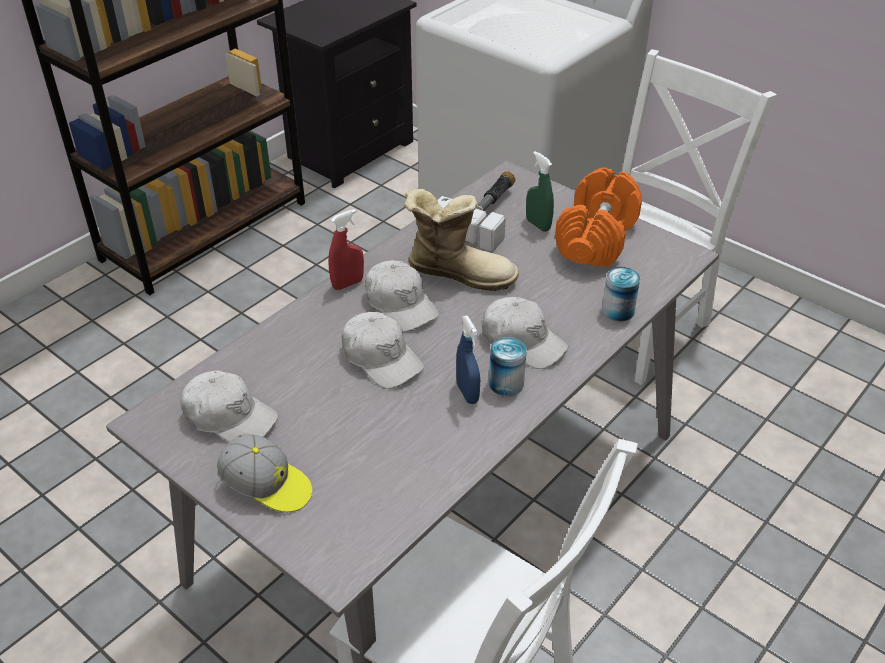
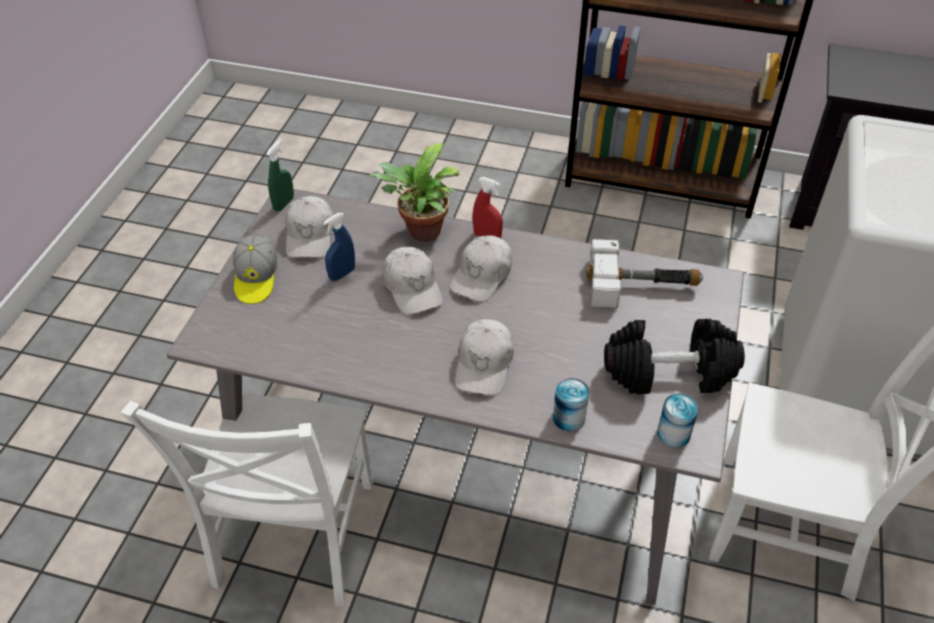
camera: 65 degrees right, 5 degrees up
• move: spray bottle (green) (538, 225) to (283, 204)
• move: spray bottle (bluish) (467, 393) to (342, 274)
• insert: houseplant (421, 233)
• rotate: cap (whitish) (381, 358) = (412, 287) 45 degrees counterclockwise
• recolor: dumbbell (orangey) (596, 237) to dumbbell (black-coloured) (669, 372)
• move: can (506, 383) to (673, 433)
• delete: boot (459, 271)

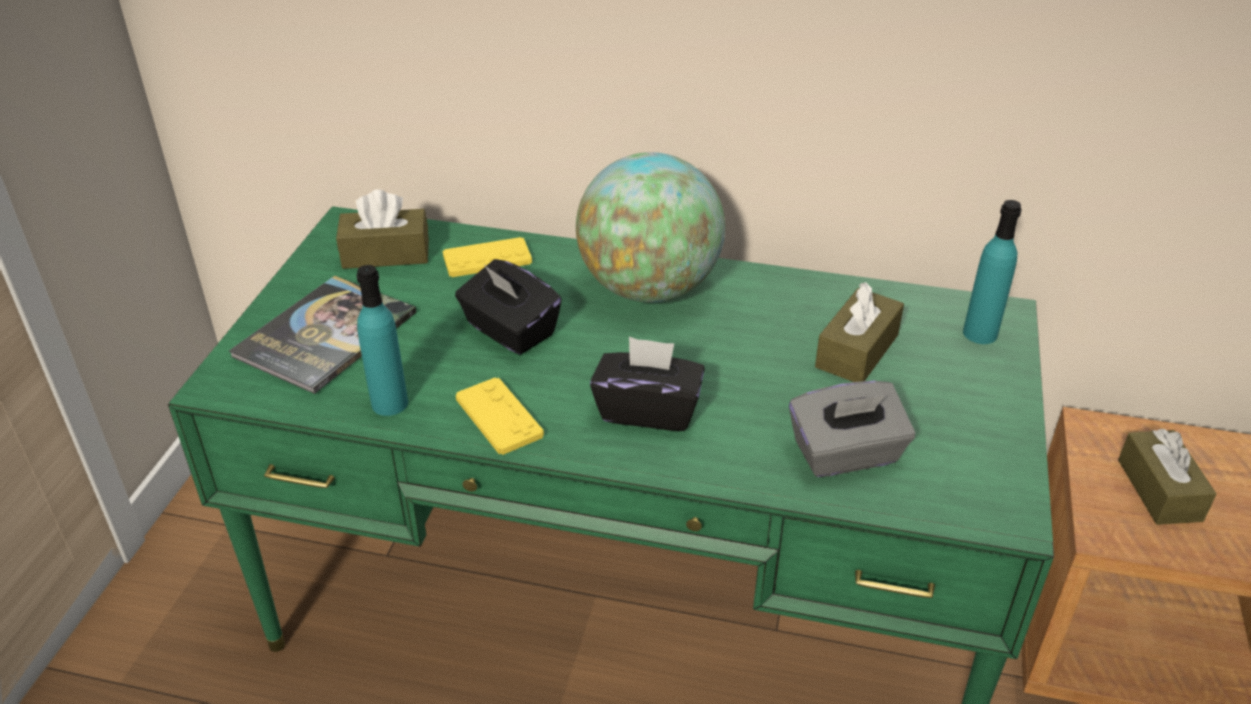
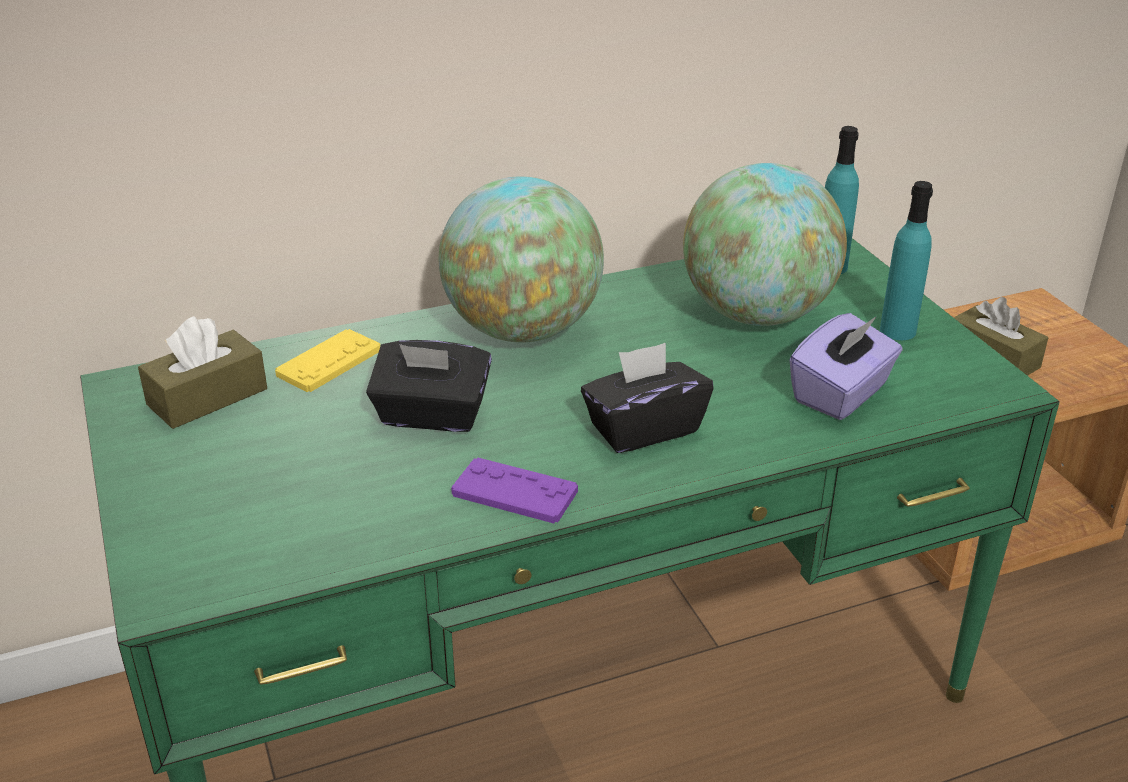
camera: 35 degrees left, 5 degrees down
• recolor: game controller (yellowish) (499, 417) to game controller (purple) (514, 492)
• replace: tissue holder (brown) (857, 351) to globe (757, 314)
• recolor: tissue holder (gray) (846, 454) to tissue holder (purple) (841, 394)
• move: beverage bottle (turquoise) (389, 403) to (897, 331)
• delete: volume (326, 335)

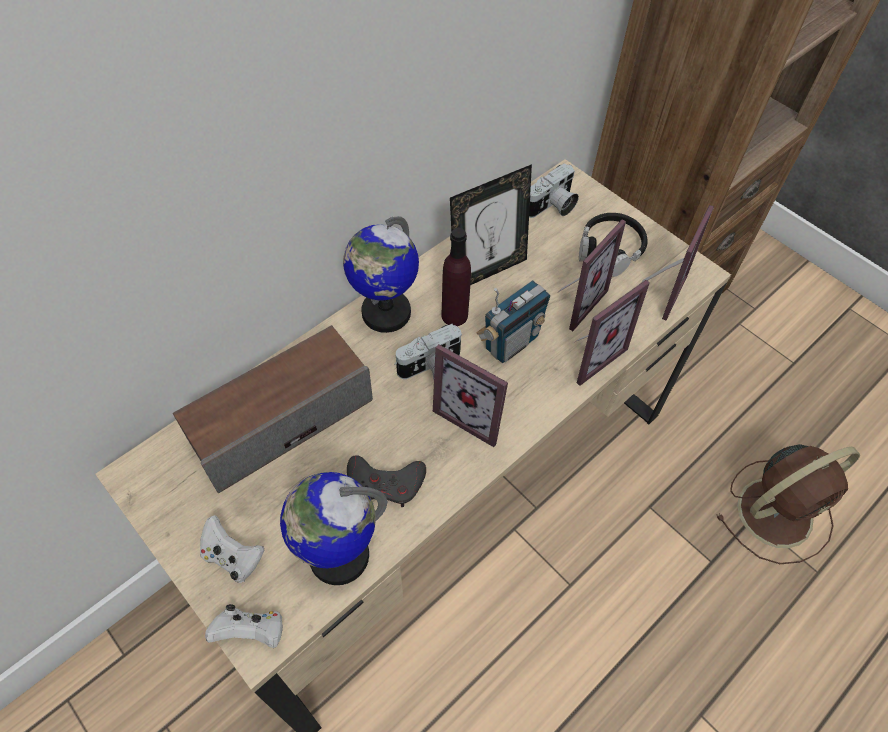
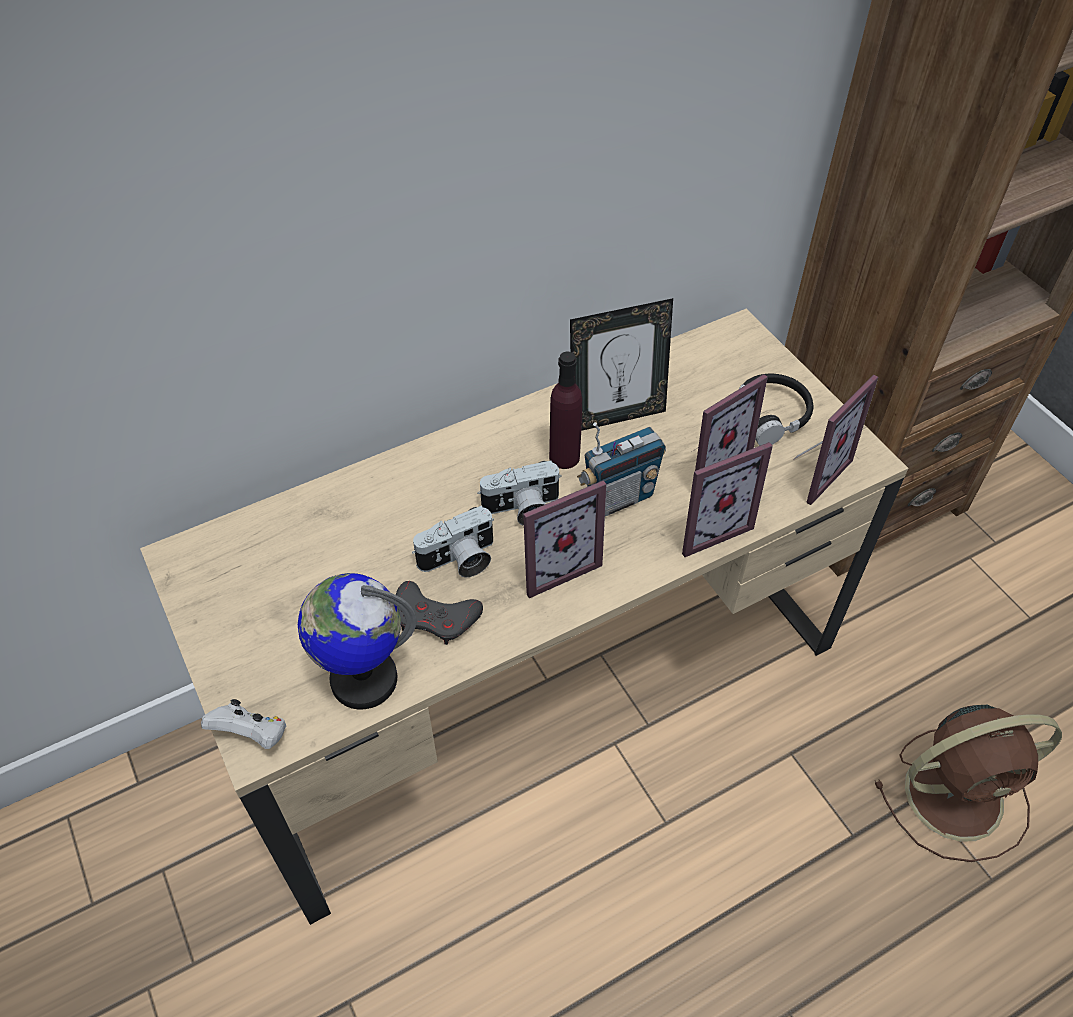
camera: 15 degrees right, 5 degrees down
• move: still camera (552, 207) to (460, 560)
• rotate: standing frame (474, 413) = (554, 564) 75 degrees counterclockwise
• delete: loudspeaker (281, 421)
• delete: game controller (whitish) (233, 557)
• delete: globe (385, 312)

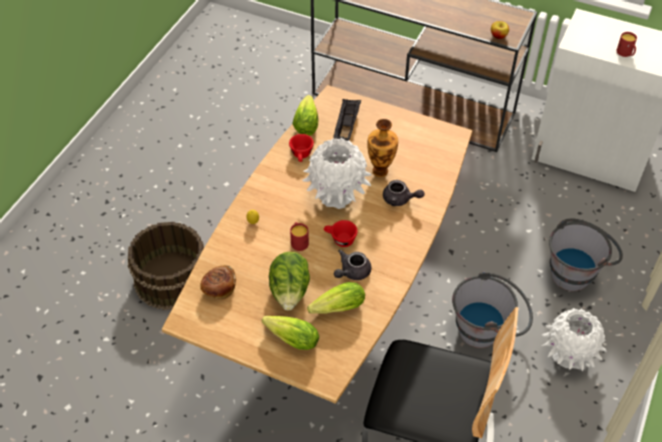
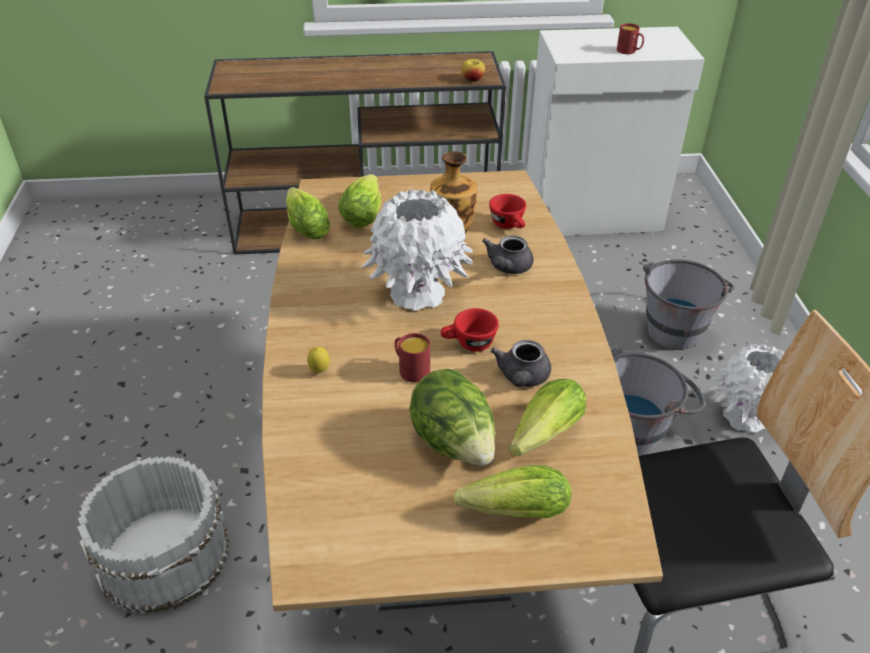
camera: 30 degrees left, 10 degrees down
• recolor: water bucket (brown) (172, 278) to water bucket (whitish) (163, 554)
• replace: carrying tray (black-coloured) (346, 126) to lettuce (364, 213)
• rotate: teapot (gray) (400, 199) = (507, 268) 120 degrees clockwise
• move: small cup (red-coloured) (301, 156) to (509, 225)
• delete: bread (219, 288)

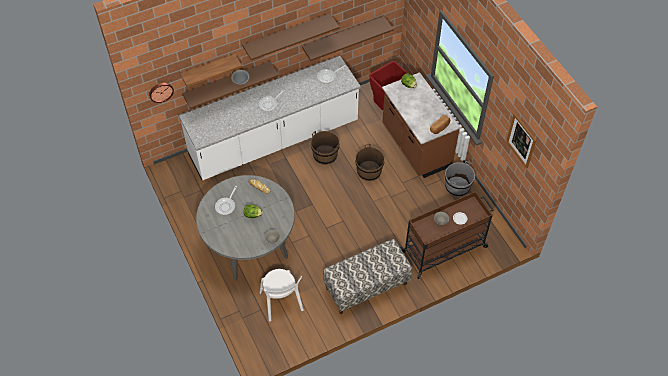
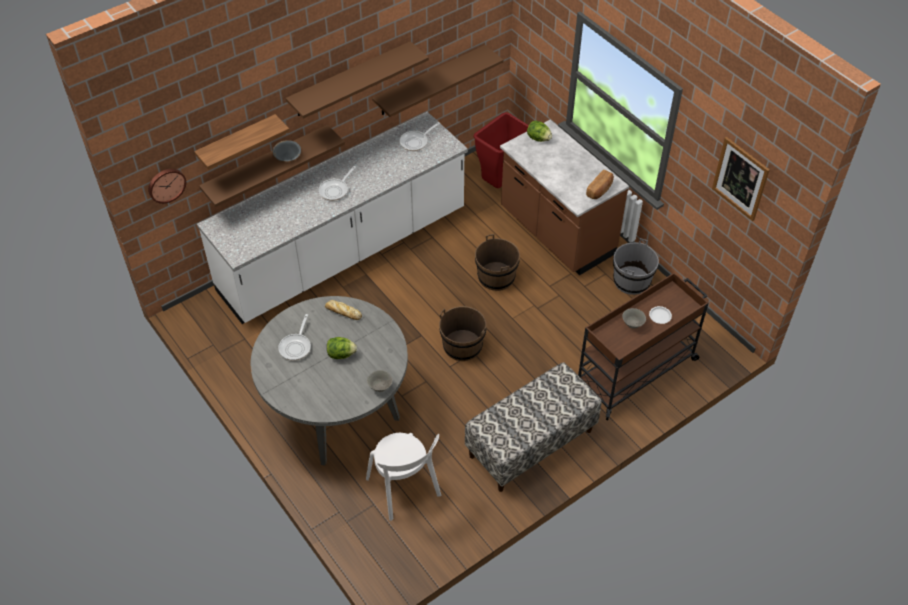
camera: 10 degrees left, 5 degrees down
• move: water bucket (brown) (325, 155) to (462, 346)

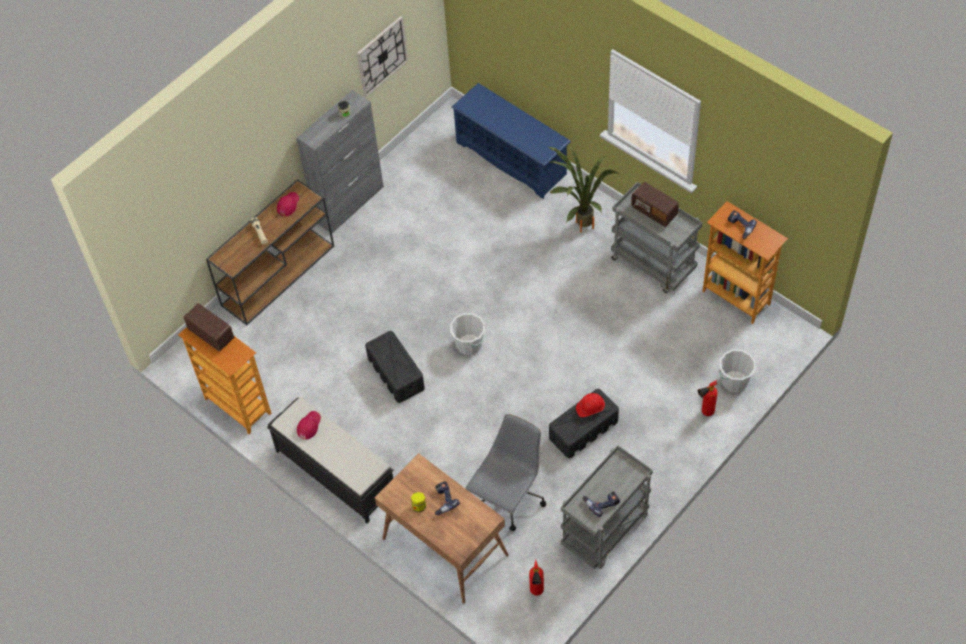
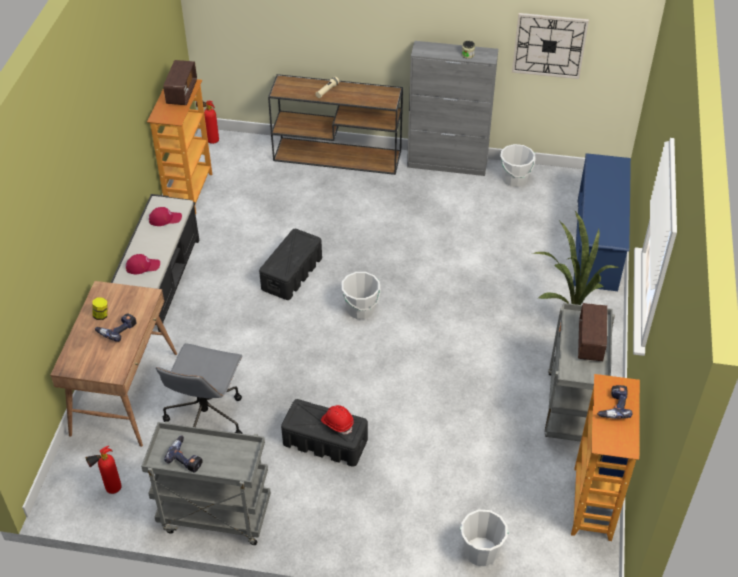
camera: 55 degrees right, 10 degrees down
• move: cap (red-coloured) (288, 205) to (143, 266)
• rotate: computer chair (gray) (508, 499) = (206, 418) 105 degrees clockwise
• move: extinguisher (705, 413) to (210, 140)
• insert: water bucket (whitish) (514, 179)

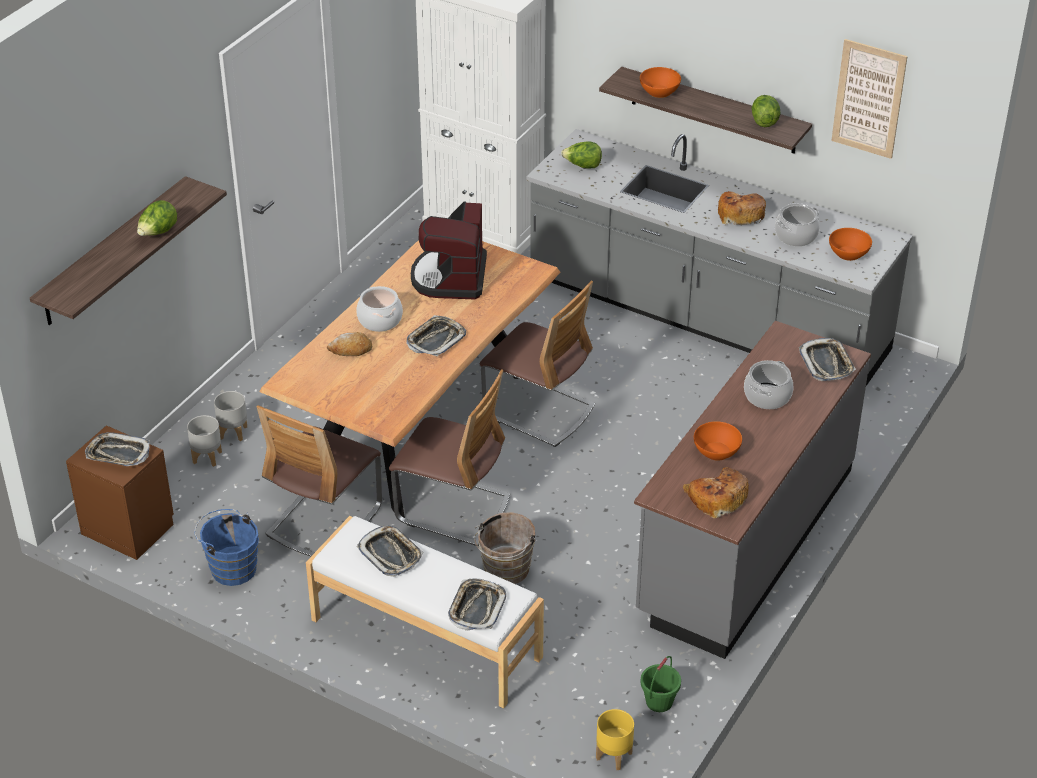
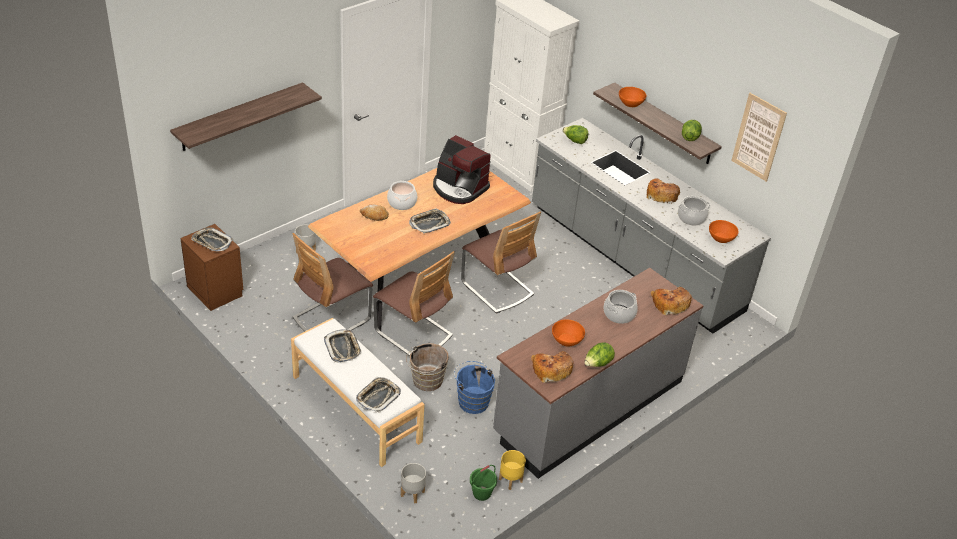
camera: 15 degrees right, 0 degrees up
• move: flower pot (gray) (207, 457) to (412, 494)
• rotate: coffee brewer (450, 277) = (459, 188) 75 degrees counterclockwise
• move: water bucket (bluish) (231, 567) to (472, 401)
• move: flower pot (yellowish) (614, 755) to (511, 480)
• move: lettuce (158, 233) to (597, 364)
• replace: carrying tray (826, 363) to bread (669, 304)

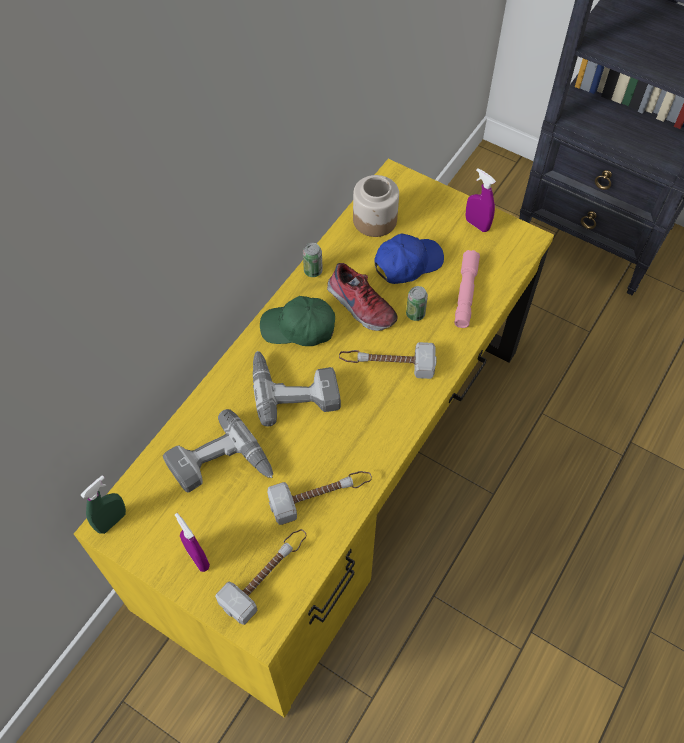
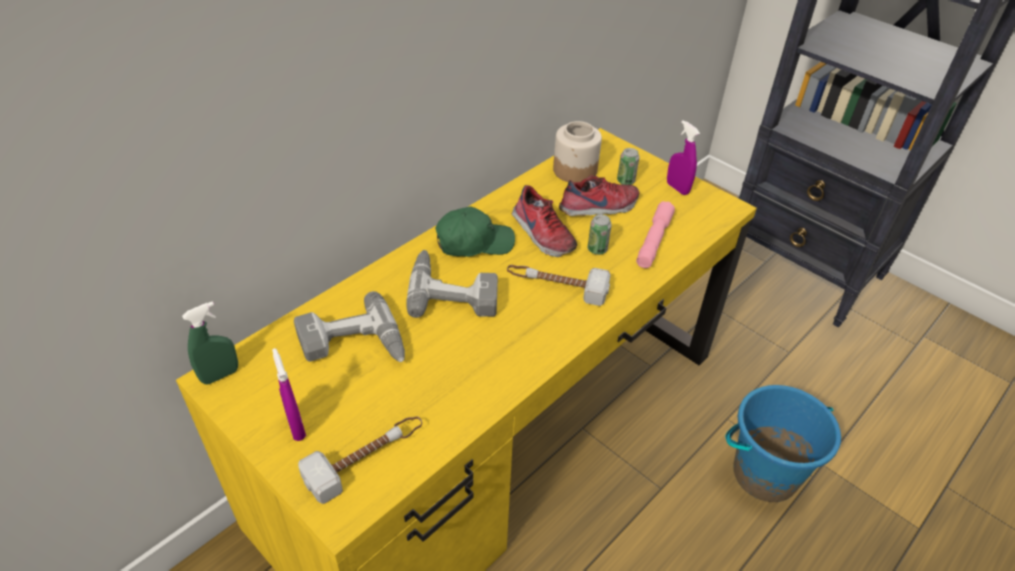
camera: 10 degrees right, 15 degrees down
• rotate: cap (green) (299, 328) = (474, 242) 150 degrees clockwise
• replace: cap (bluish) (407, 263) to low shoe (599, 208)
• move: can (313, 271) to (625, 181)
• insert: water bucket (bluish) (764, 474)
• delete: hand hammer (321, 494)

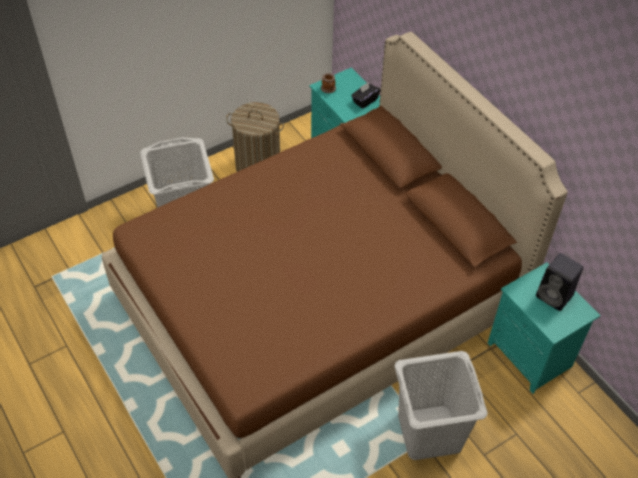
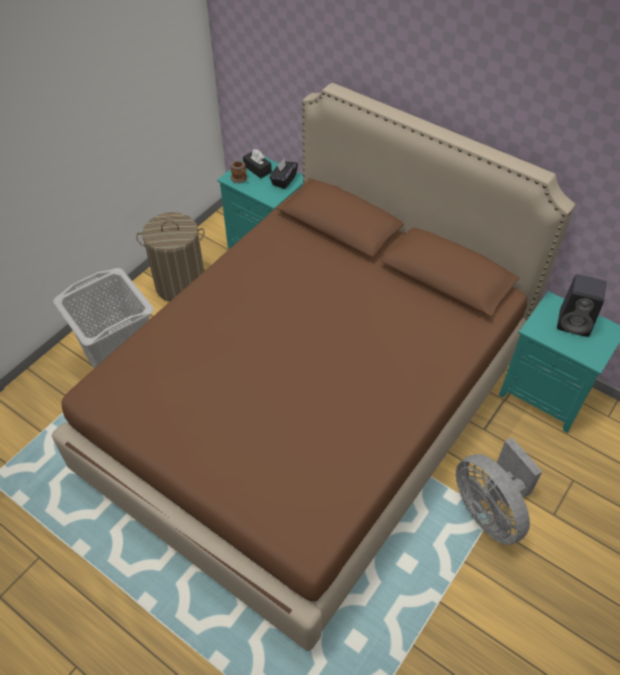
camera: 20 degrees left, 0 degrees up
• insert: tissue holder (black-coloured) (257, 169)
• replace: hamper (gray) (430, 433) to fan (gray) (489, 511)

